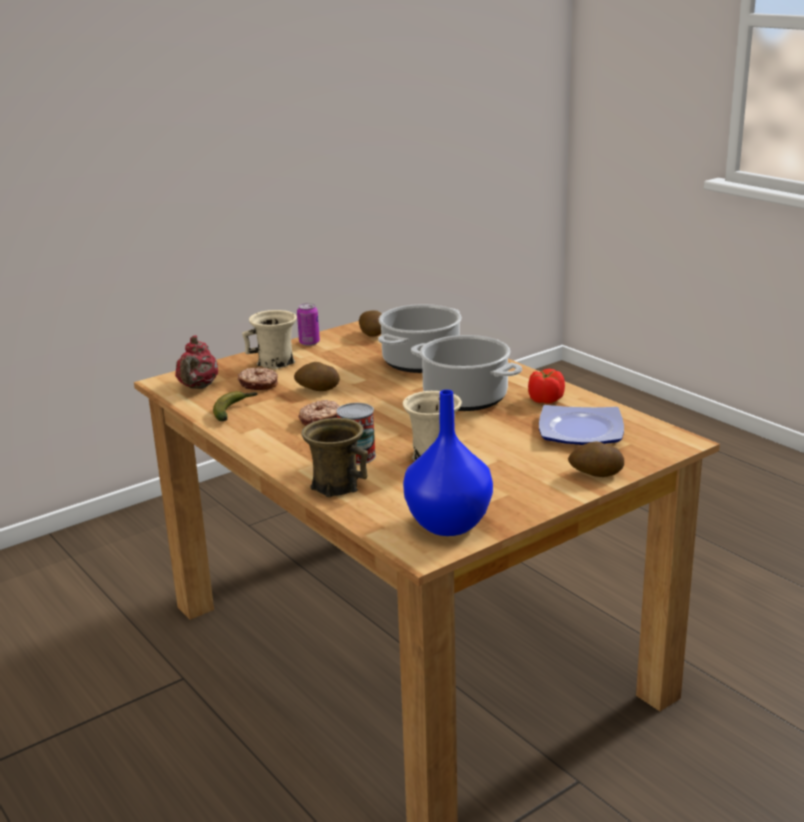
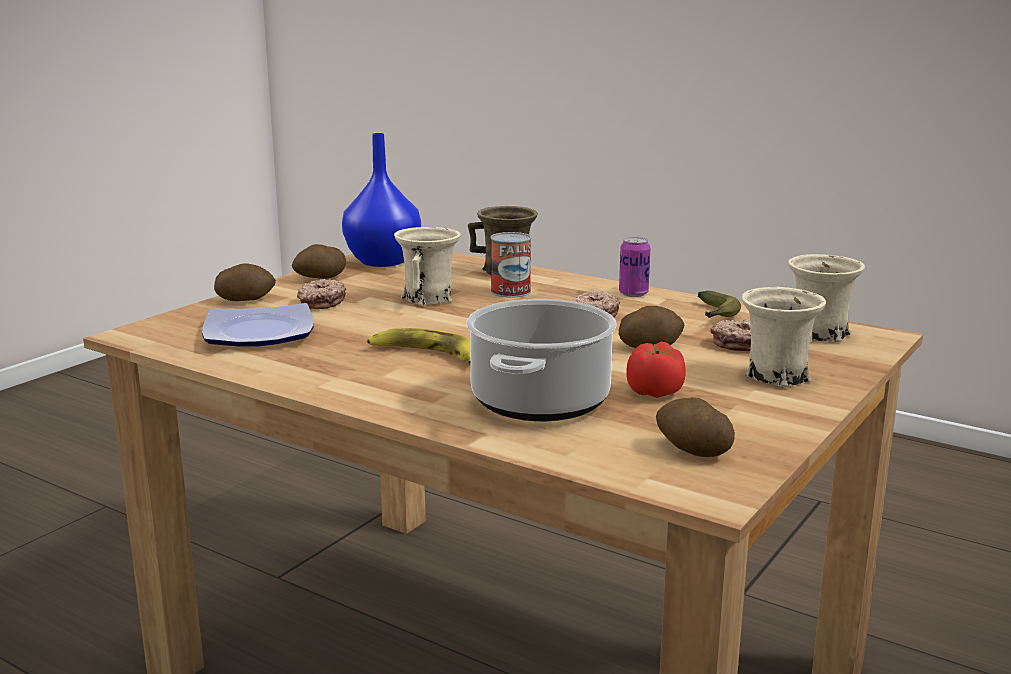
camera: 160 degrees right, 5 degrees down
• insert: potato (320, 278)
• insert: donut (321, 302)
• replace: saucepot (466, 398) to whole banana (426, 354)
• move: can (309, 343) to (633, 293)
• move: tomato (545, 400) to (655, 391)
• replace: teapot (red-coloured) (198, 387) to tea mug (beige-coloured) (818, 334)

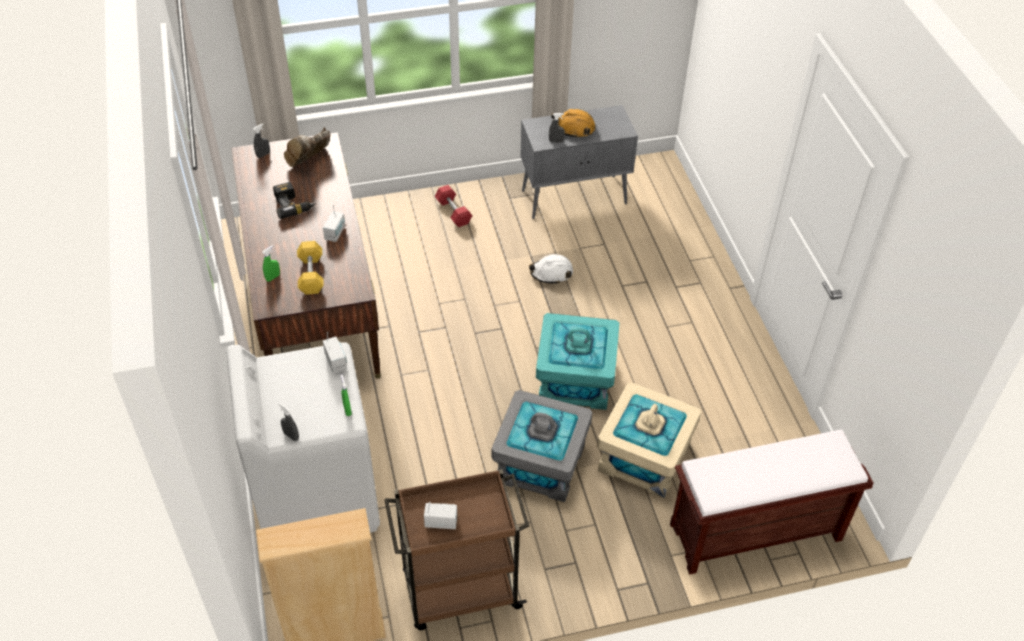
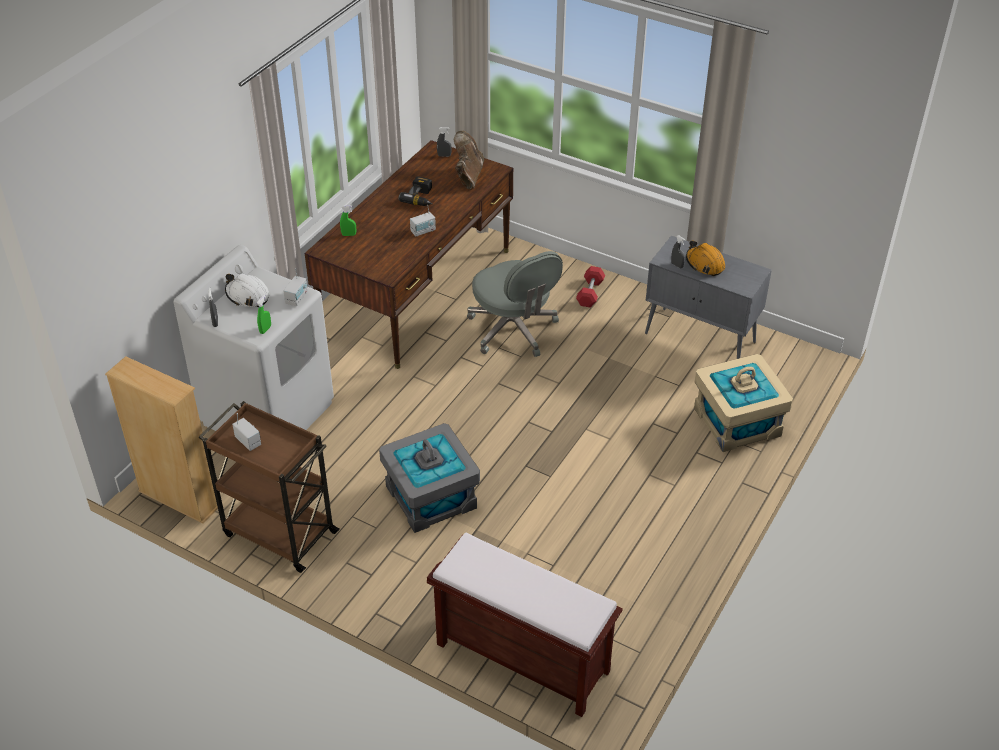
camera: 45 degrees right, 5 degrees down
• move: work helmet (whitish) (551, 273) to (247, 296)
• rotate: boot (brown) (309, 161) = (468, 176) 105 degrees clockwise
• insert: computer chair (gray) (513, 330)
• move: storage bin (beige-coloured) (644, 458) to (737, 422)
• delete: dumbbell (yellowish) (311, 275)
• delete: storage bin (turquoise) (575, 380)

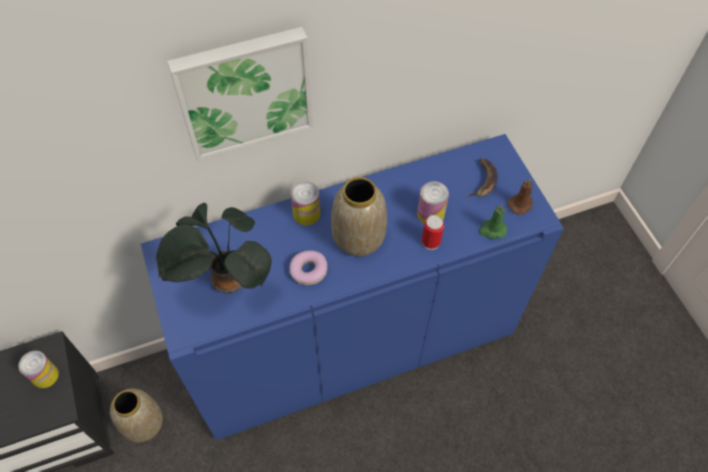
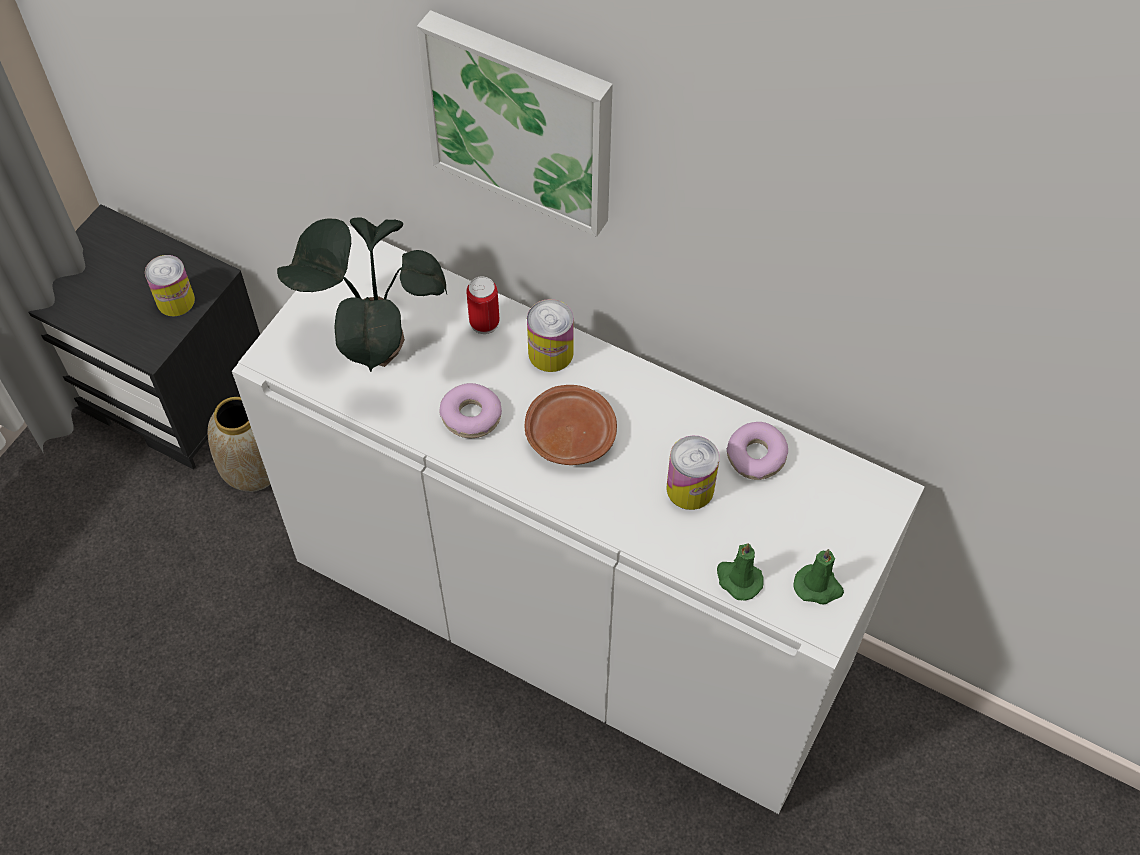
camera: 50 degrees right, 0 degrees up
• recolor: storage cabinet (bluish) (353, 342) to storage cabinet (whitish) (570, 614)
• move: can (430, 242) to (484, 322)
• replace: decorative vase (357, 238) to flat dish (brown) (569, 433)
• insert: donut (755, 456)
• recolor: candle (brown) (521, 204) to candle (green) (818, 587)
• delete: whole banana (482, 180)

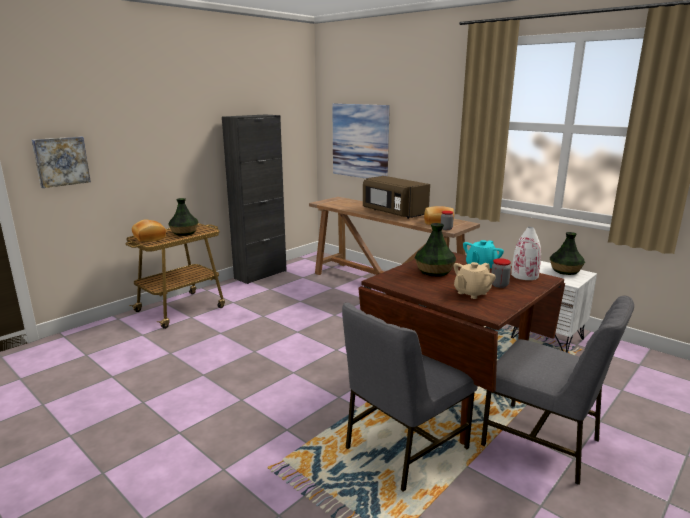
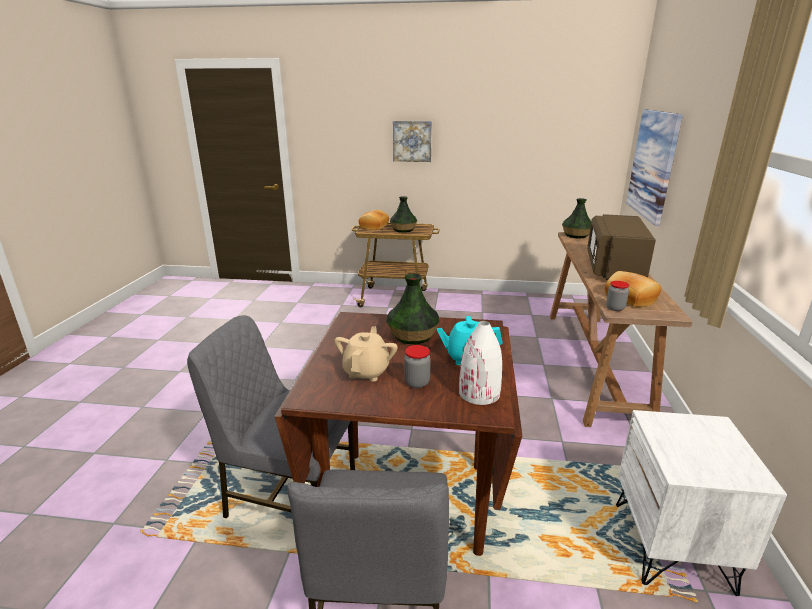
camera: 55 degrees right, 5 degrees up
• rotate: teapot (beige-coloured) (471, 293) = (366, 371) 90 degrees clockwise
• move: picture (61, 161) to (412, 141)
• move: decorative vase (565, 271) to (576, 235)
• delete: storage cabinet (black-coloured) (260, 274)

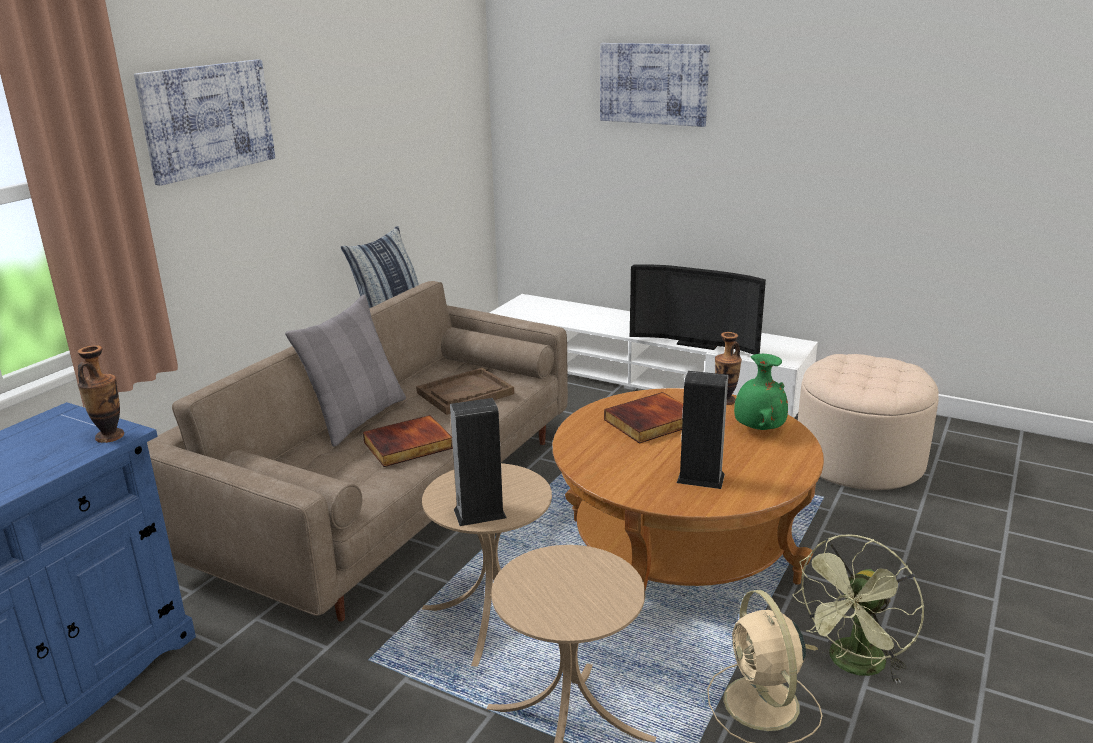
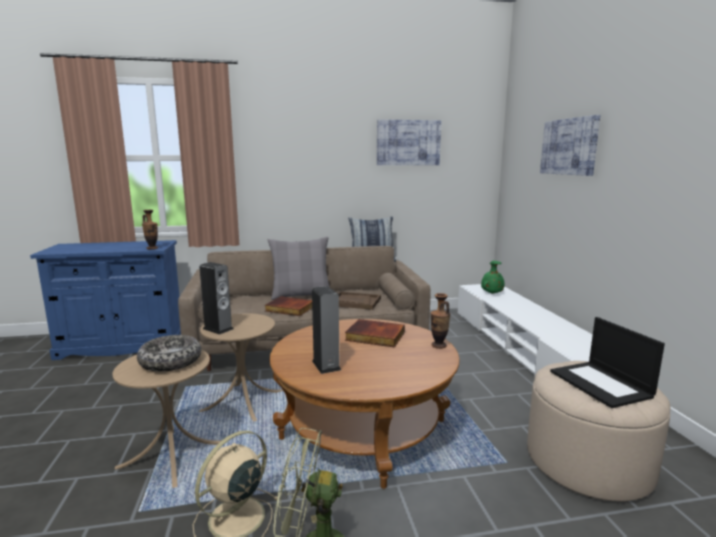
camera: 50 degrees right, 10 degrees down
• insert: serving bowl (170, 361)
• move: picture (207, 119) to (408, 142)
• move: decorative vase (green) (758, 428) to (491, 293)
• insert: notebook computer (601, 384)
• delete: TV (697, 343)

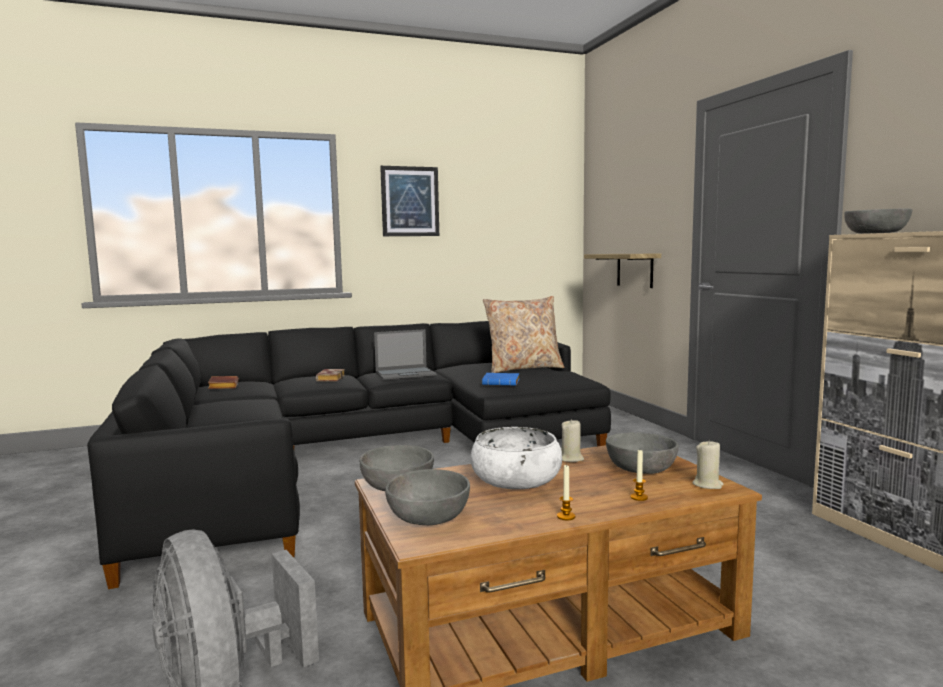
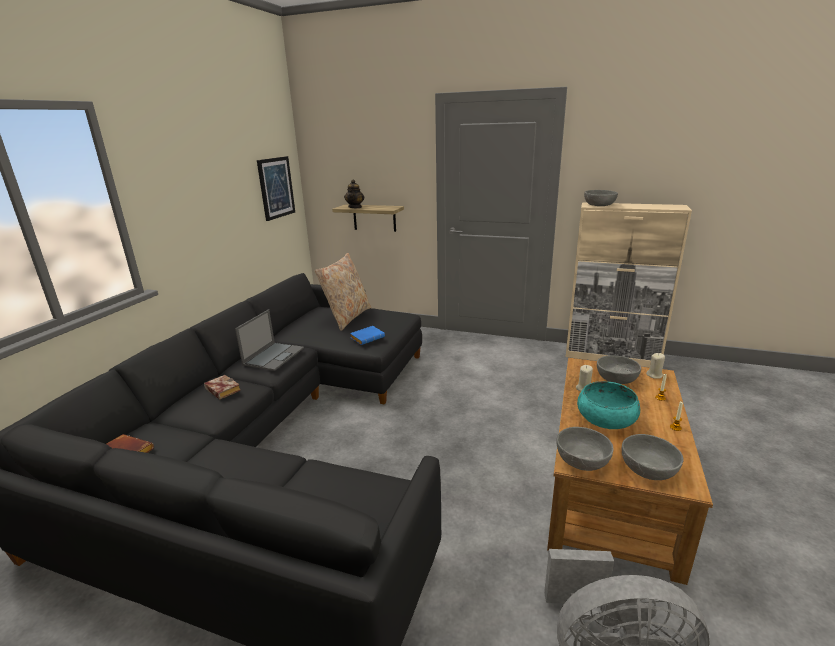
camera: 50 degrees left, 15 degrees up
• move: picture (410, 201) to (276, 187)
• insert: teapot (355, 207)
• recolor: serving bowl (whitish) (516, 480) to serving bowl (turquoise) (606, 418)

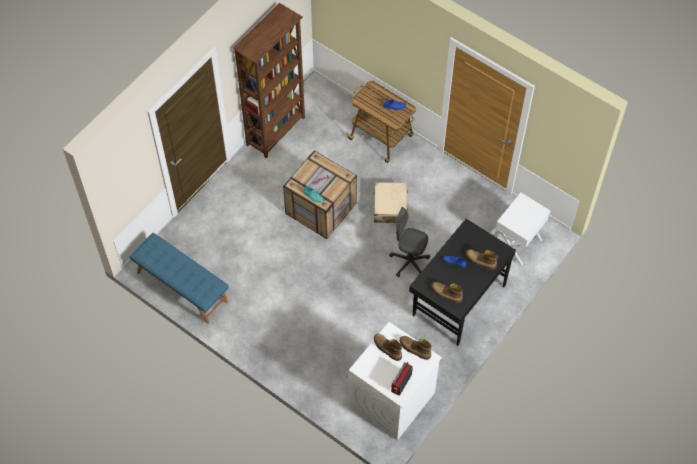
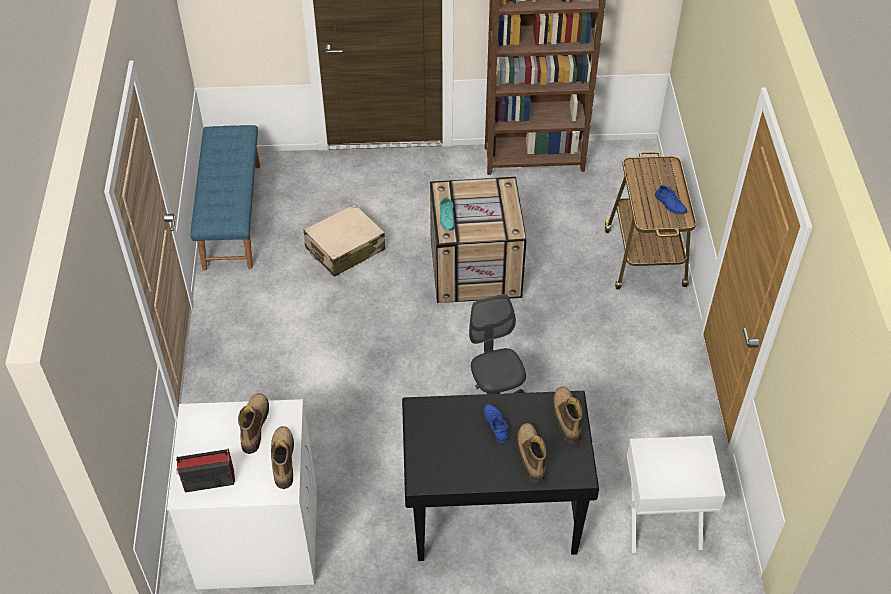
camera: 50 degrees right, 10 degrees down
• move: travel case (beige-coloured) (390, 207) to (345, 249)
• move: boot (446, 294) to (565, 418)

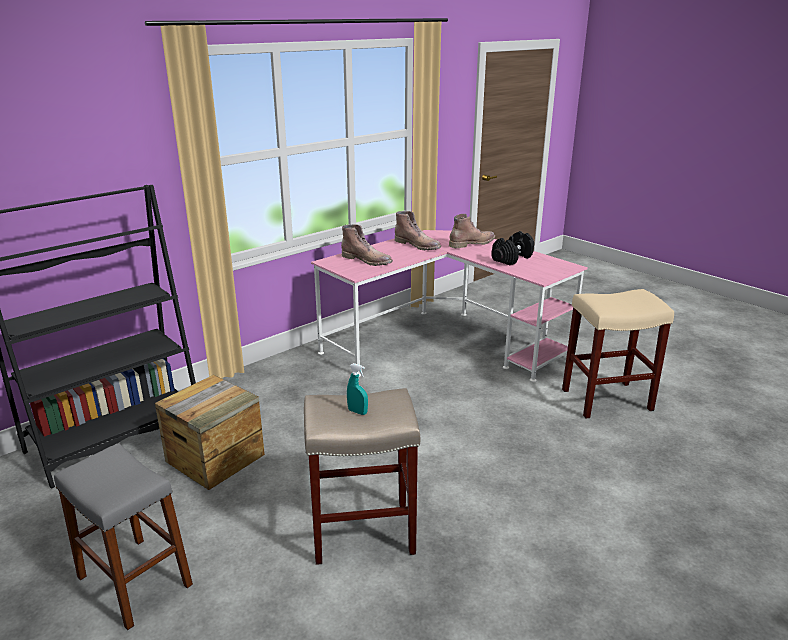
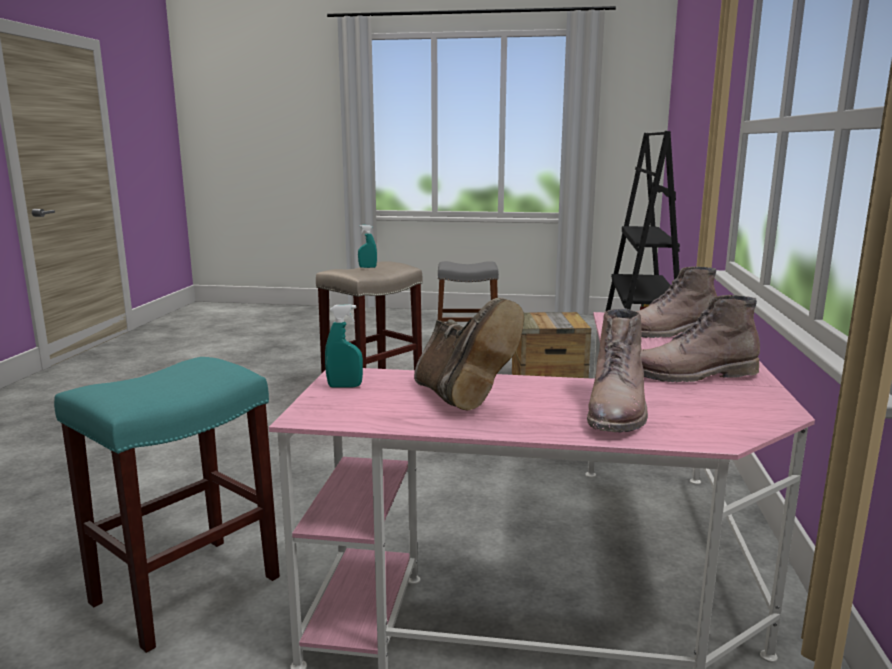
camera: 140 degrees right, 10 degrees down
• recolor: stool seat (beige-coloured) (605, 400) to stool seat (turquoise) (188, 588)
• insert: spray bottle (turquoise) (345, 386)
• replace: dumbbell (black-coloured) (512, 258) to boot (brown) (461, 399)

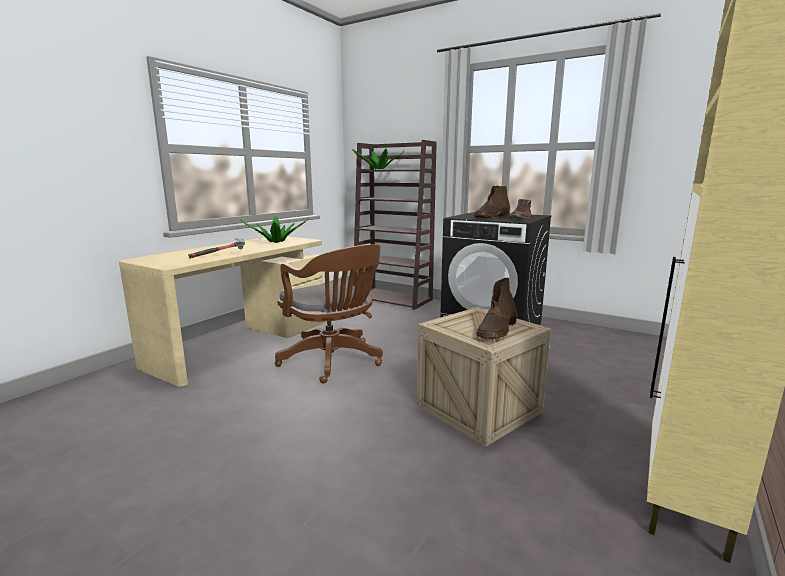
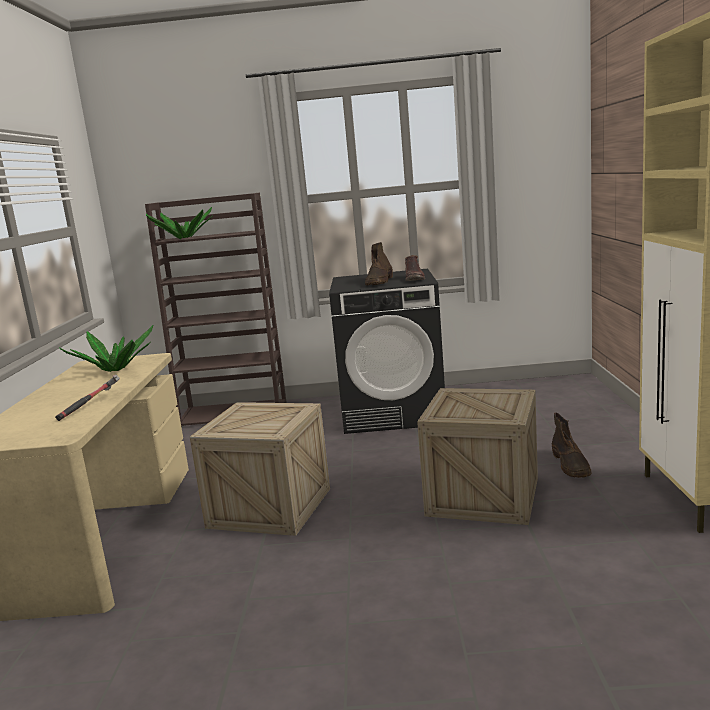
camera: 30 degrees left, 0 degrees up
• replace: computer chair (brown) (334, 361) to crate (270, 507)
• move: boot (brown) (497, 330) to (571, 465)

